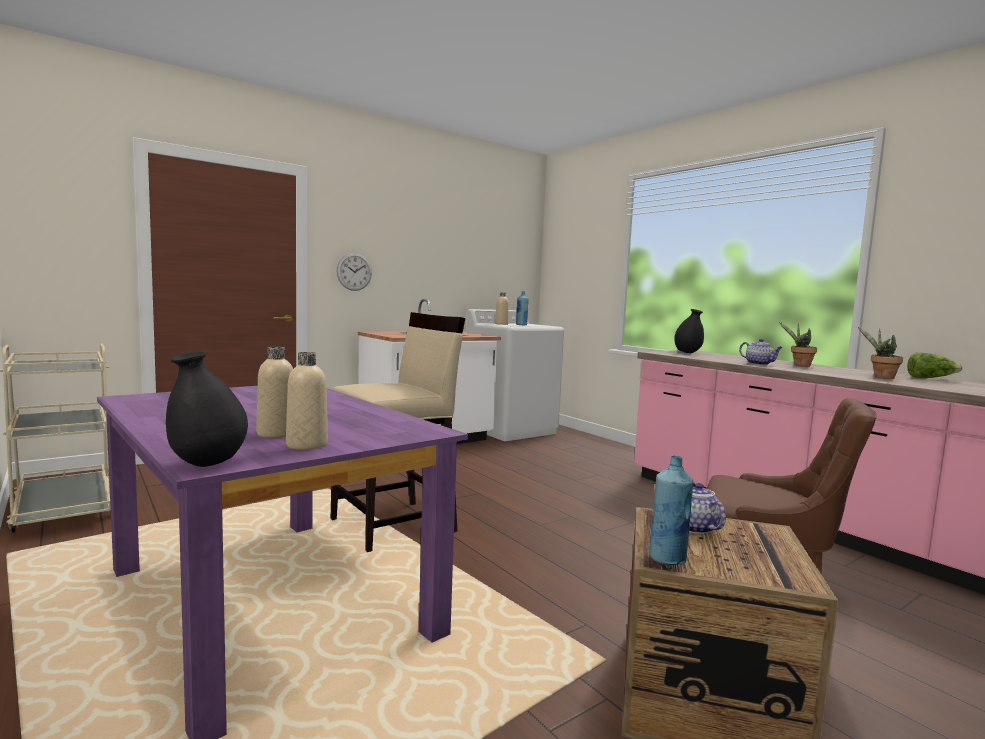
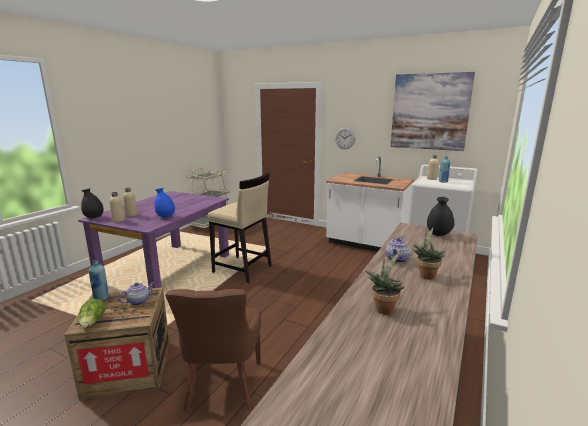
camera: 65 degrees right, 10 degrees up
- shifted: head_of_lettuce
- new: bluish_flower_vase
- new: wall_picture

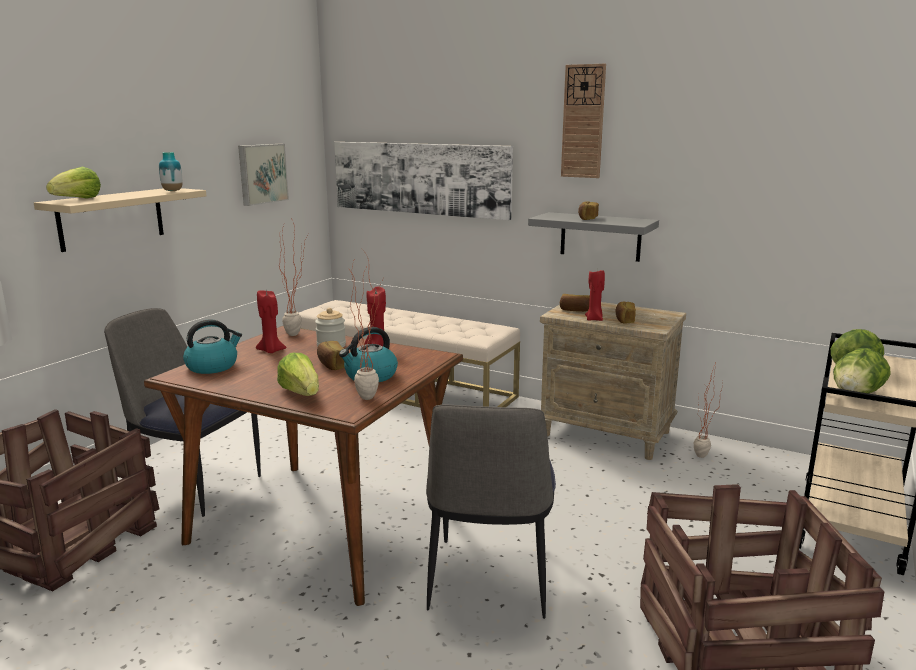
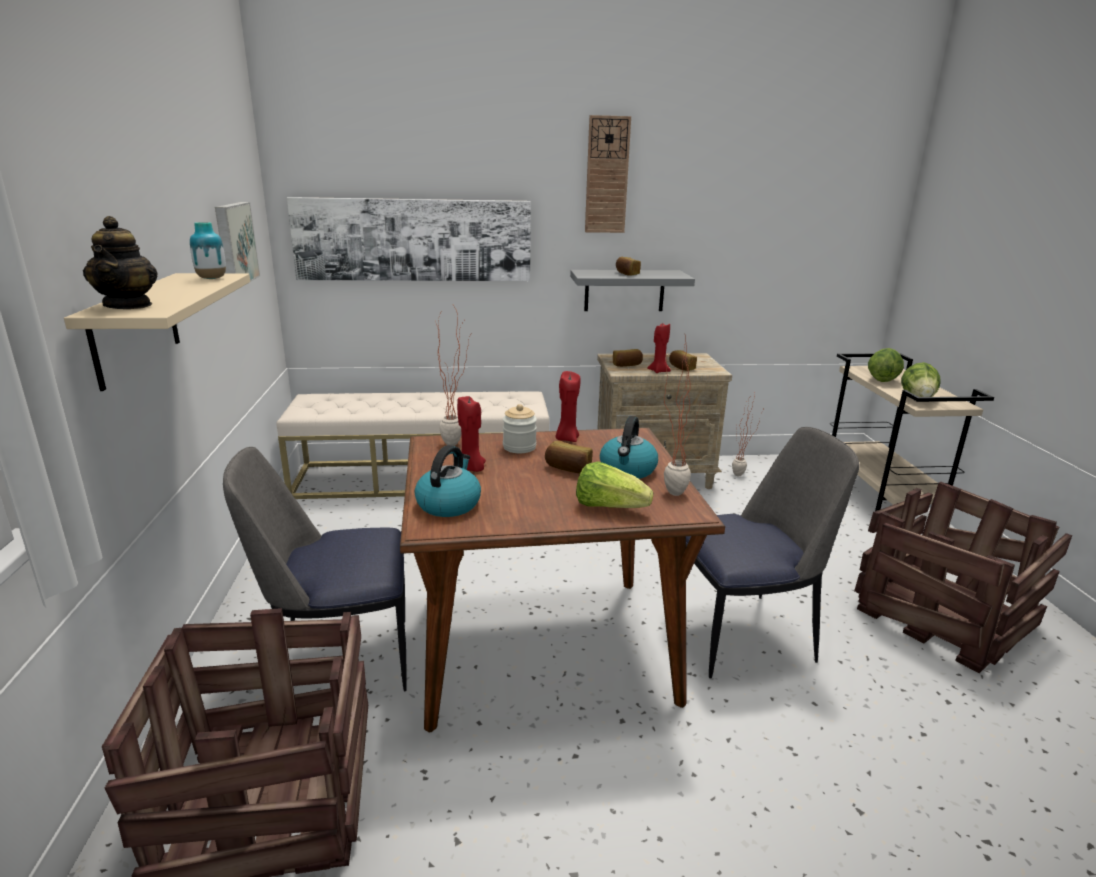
camera: 35 degrees left, 5 degrees up
- swapped: head_of_lettuce (no. 1 from left) to pot_for_tea
- rotated: upright_chair (no. 2 from left) 75 degrees counterclockwise

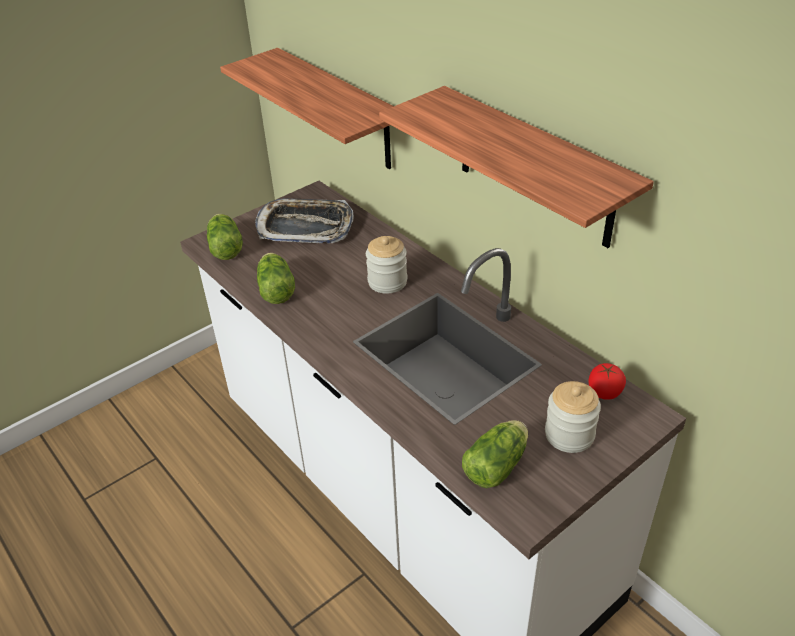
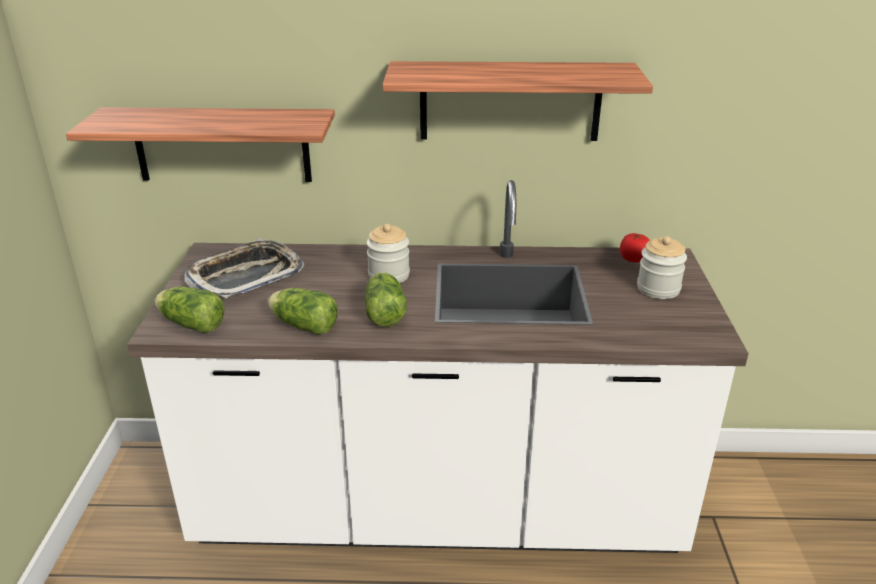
camera: 50 degrees left, 10 degrees down
- shifted: head_of_lettuce (no. 3 from left)

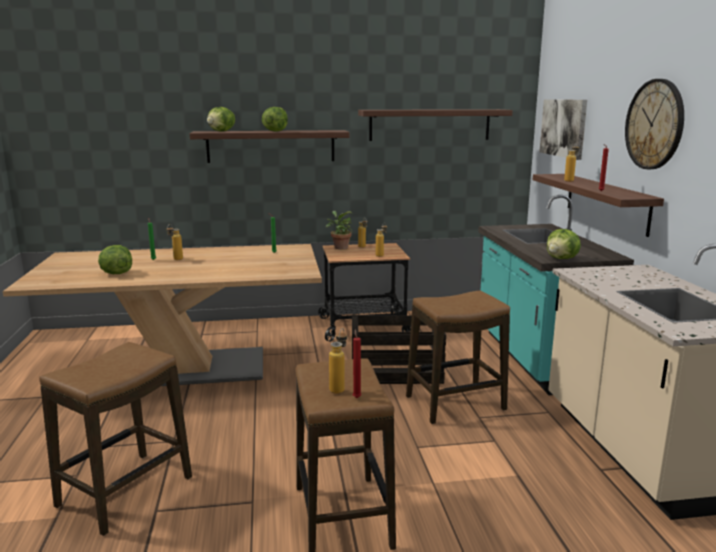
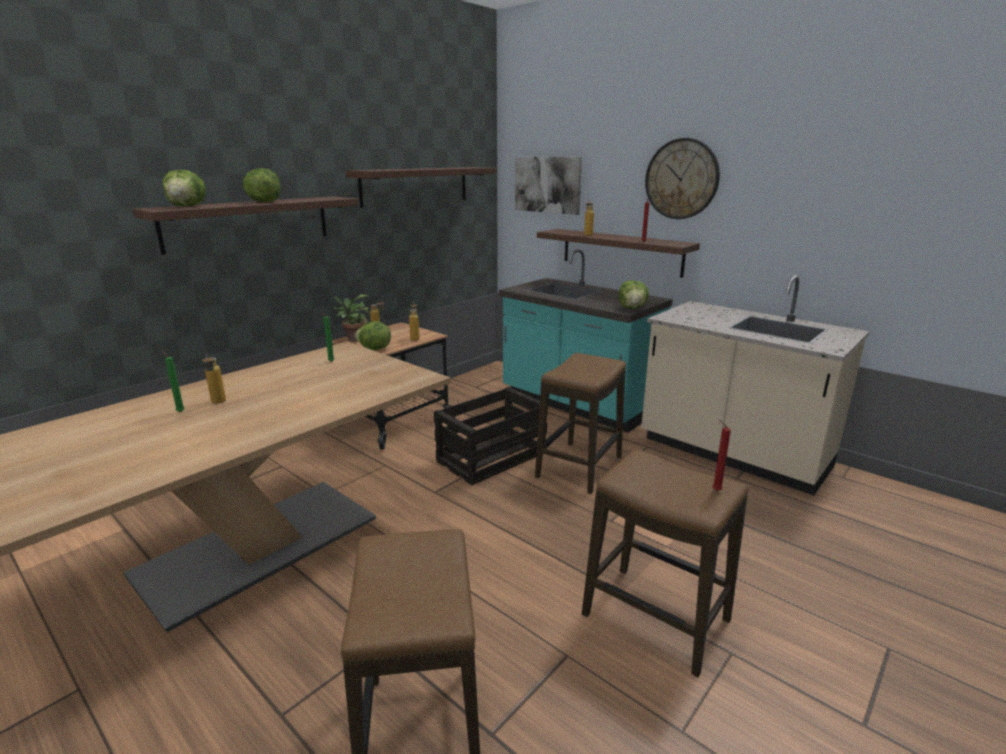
camera: 40 degrees left, 5 degrees up
- shifted: head_of_lettuce (no. 1 from left in the first image) to head_of_lettuce (no. 3 from left)
- gone: beverage_bottle (no. 2 from left)

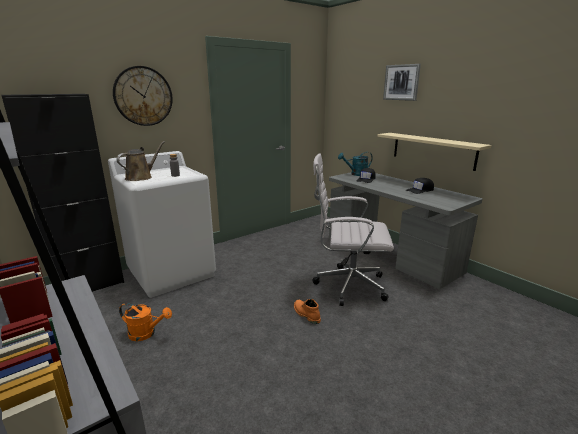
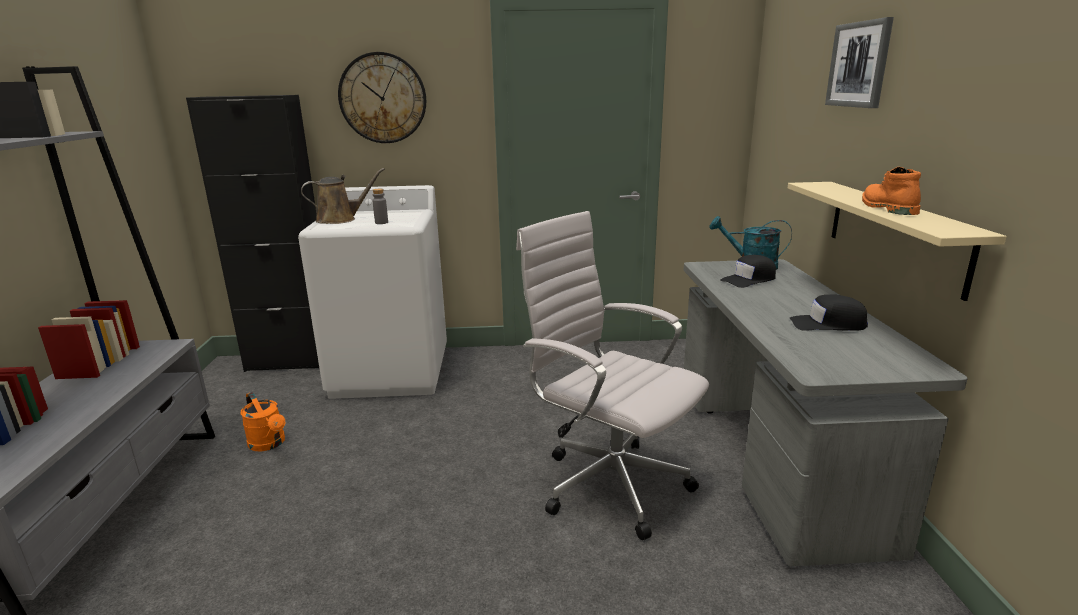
camera: 35 degrees right, 0 degrees up
- shifted: orangey_high-top_boot

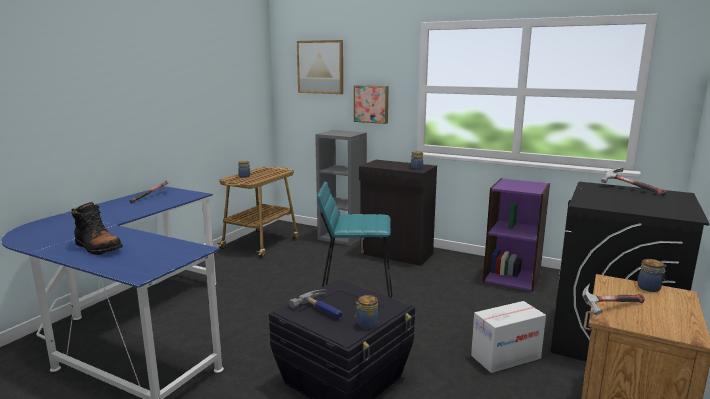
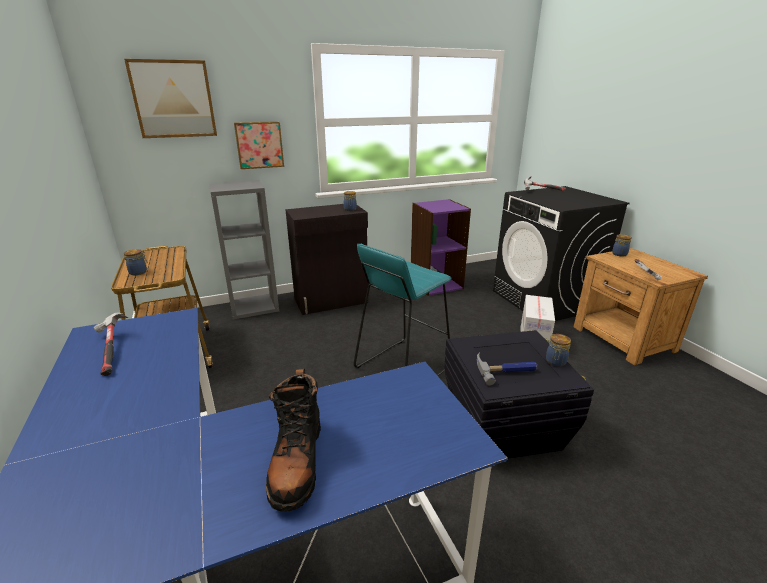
camera: 50 degrees left, 10 degrees up
- rotated: blackish_high-top_boot 105 degrees clockwise

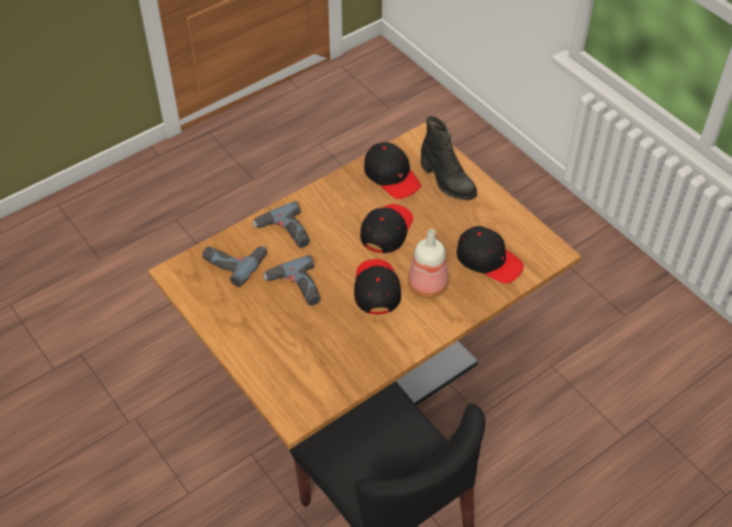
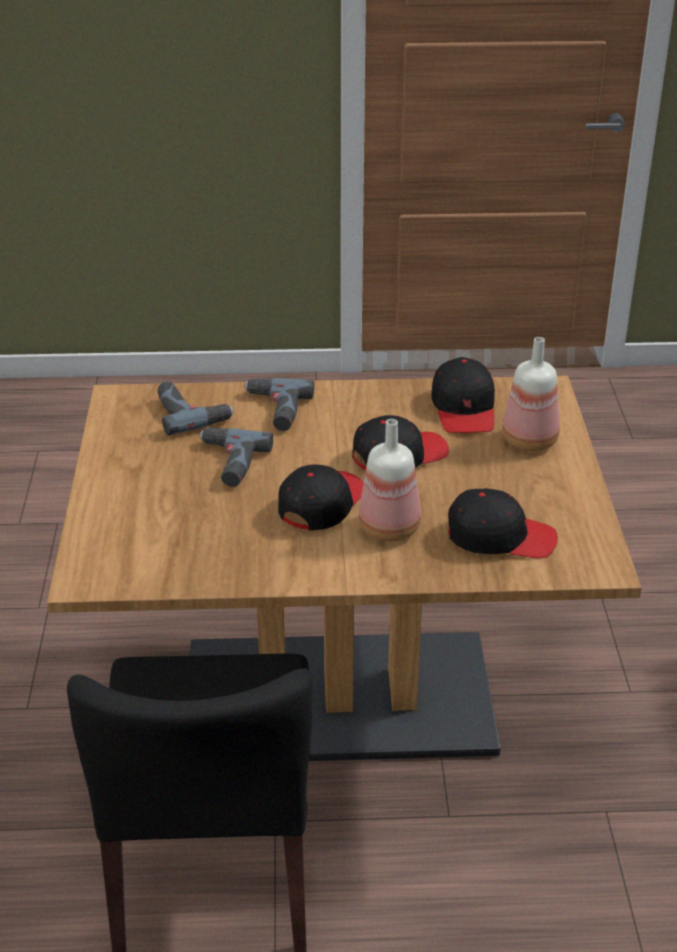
camera: 35 degrees right, 15 degrees down
- rotated: blackish_peaked_cap (no. 4 from left) 60 degrees counterclockwise
- swapped: blackish_high-top_boot to beverage_bottle (no. 2 from left)

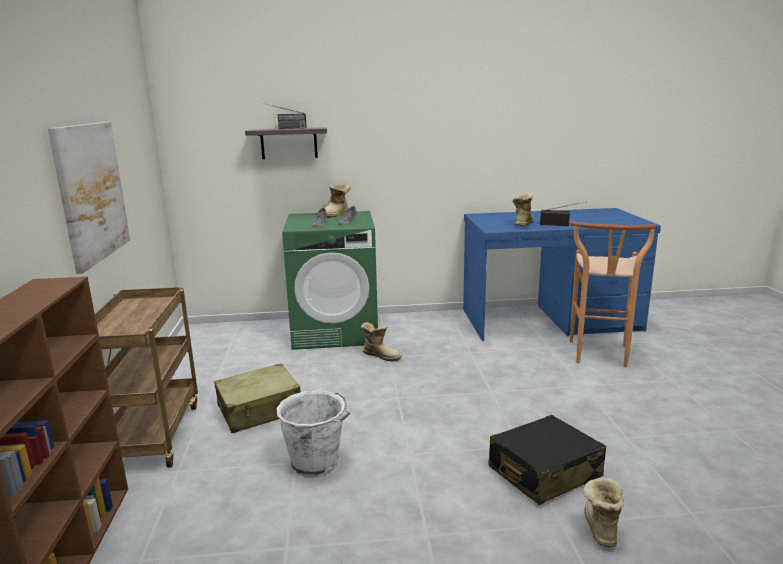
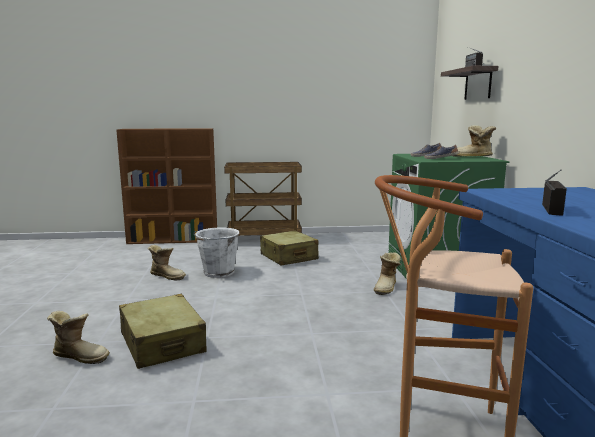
camera: 90 degrees right, 5 degrees down
- repainted: blackish_piece_of_luggage to beige-coloured_piece_of_luggage (no. 1 from left)
- shifted: high-top_boot (no. 3 from left in the first image) to high-top_boot (no. 2 from left)
- gone: wall_picture

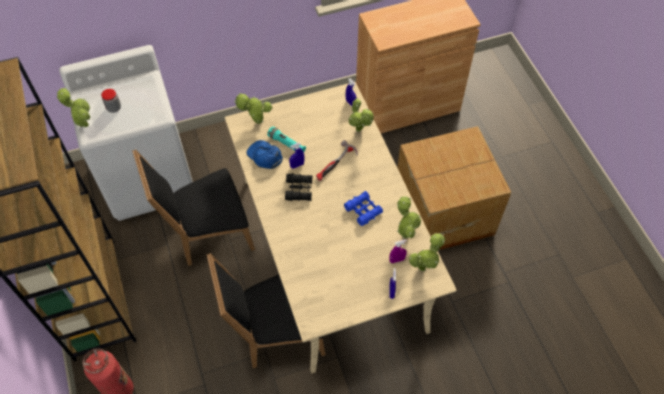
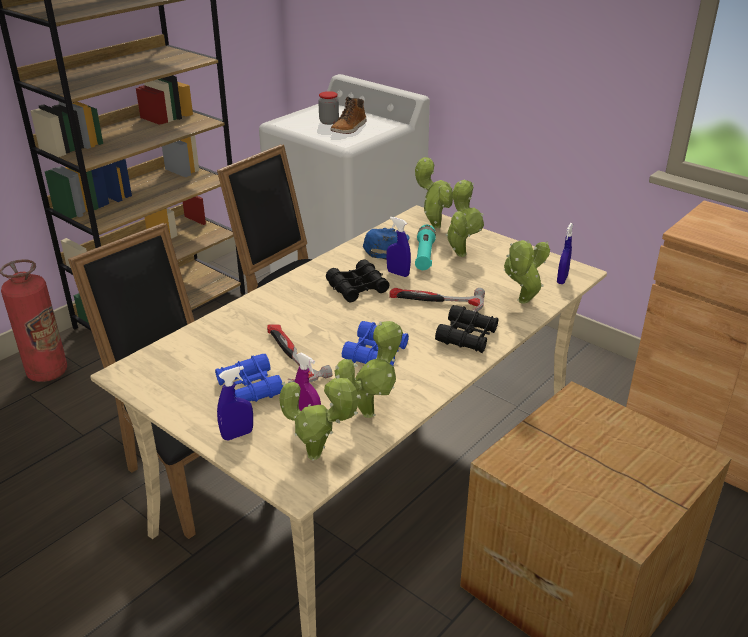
camera: 60 degrees right, 25 degrees down
- new: bluish_field_glasses (no. 1 from left)
- new: tool_hammer (no. 1 from left)
- new: high-top_boot
- new: blackish_field_glasses (no. 2 from left)
- shifted: houseplant (no. 1 from left in the first image) to houseplant (no. 4 from left)

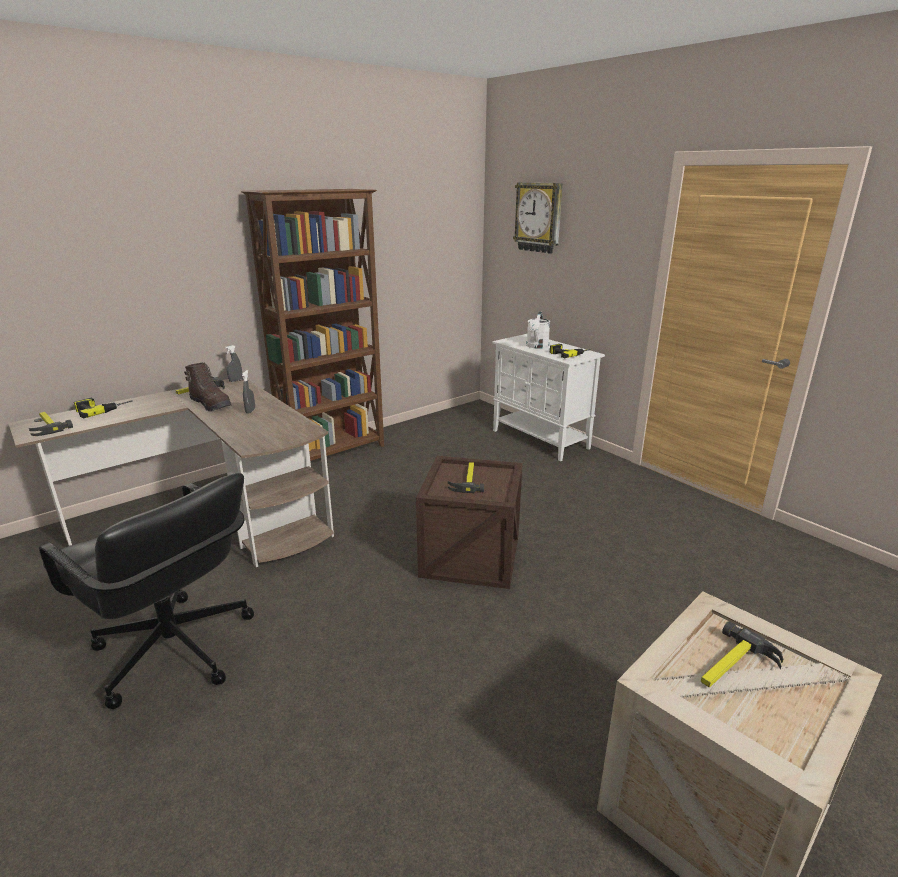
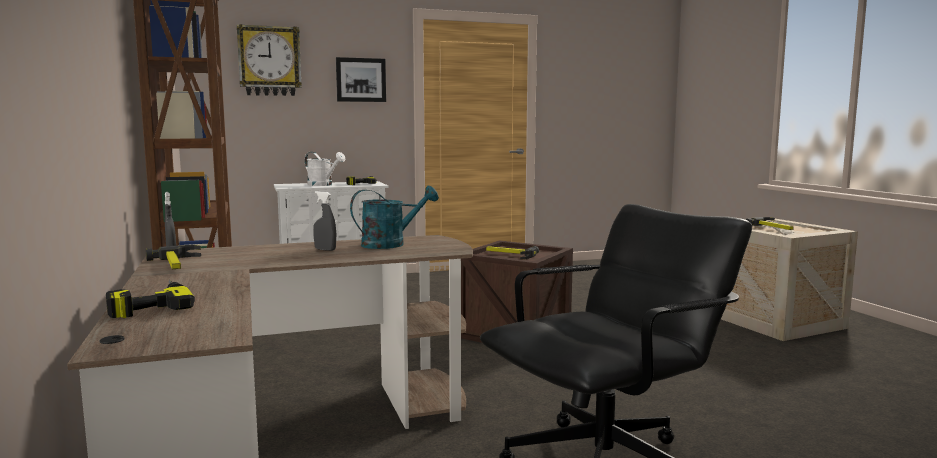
camera: 70 degrees left, 15 degrees down
- new: wall_picture
- new: blue-green_watering_pot
- gone: tool_hammer (no. 1 from left)
- gone: brown-coloured_high-top_boot

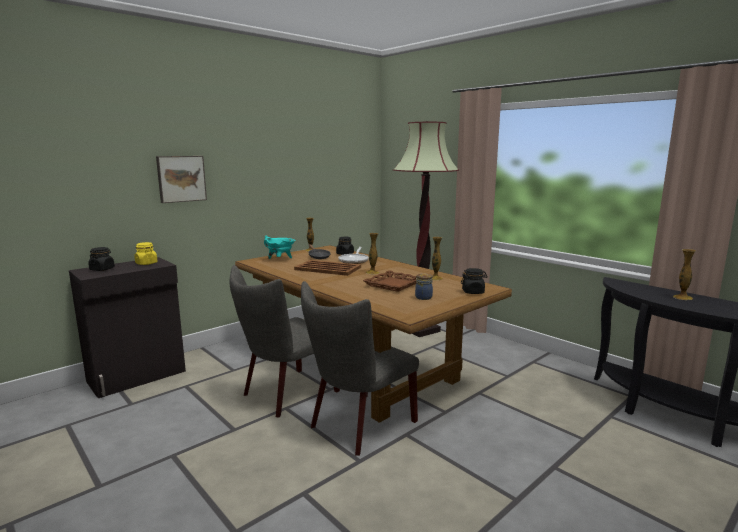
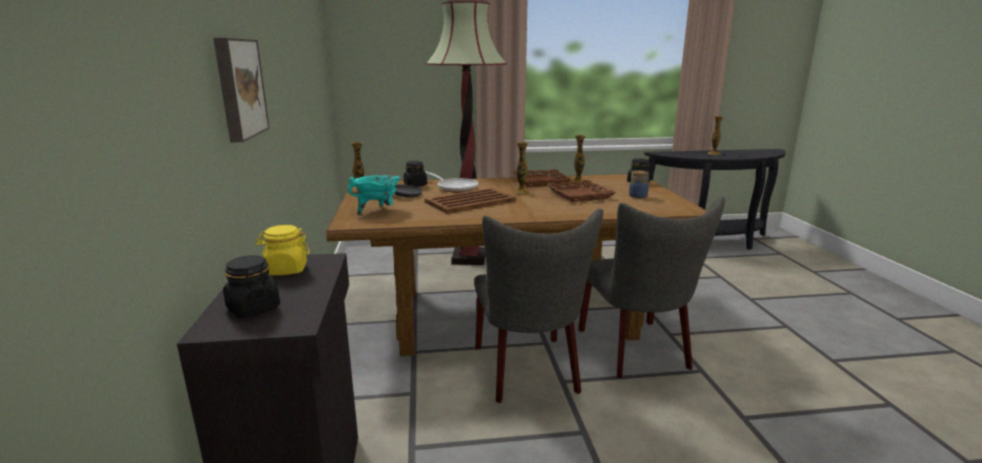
camera: 55 degrees left, 5 degrees up
- new: brown-coloured_carrying_tray (no. 2 from left)

